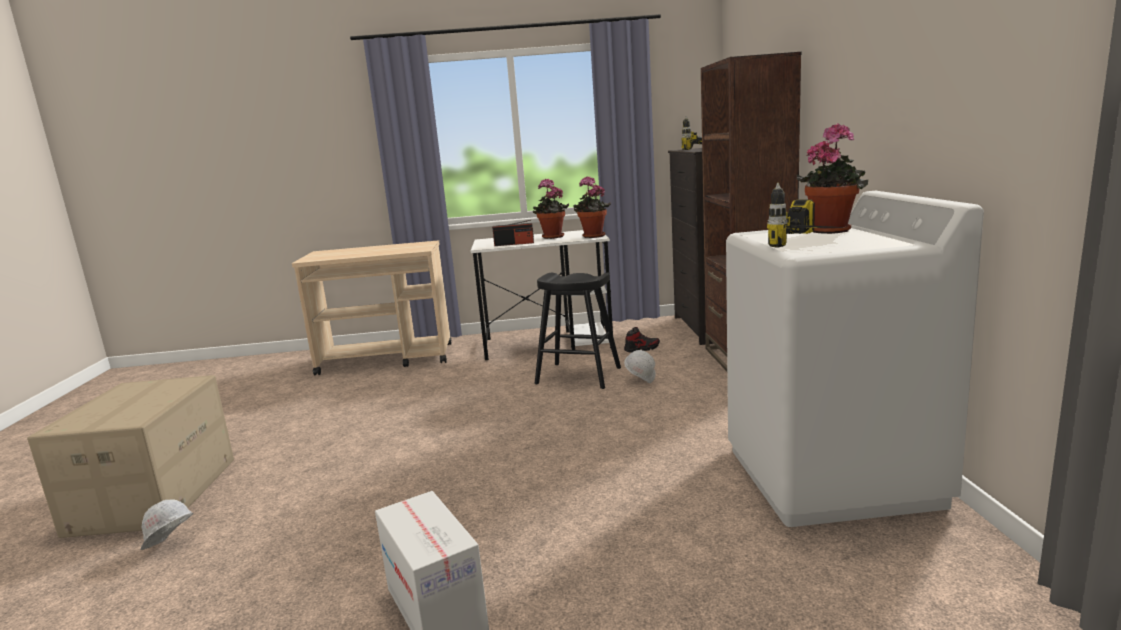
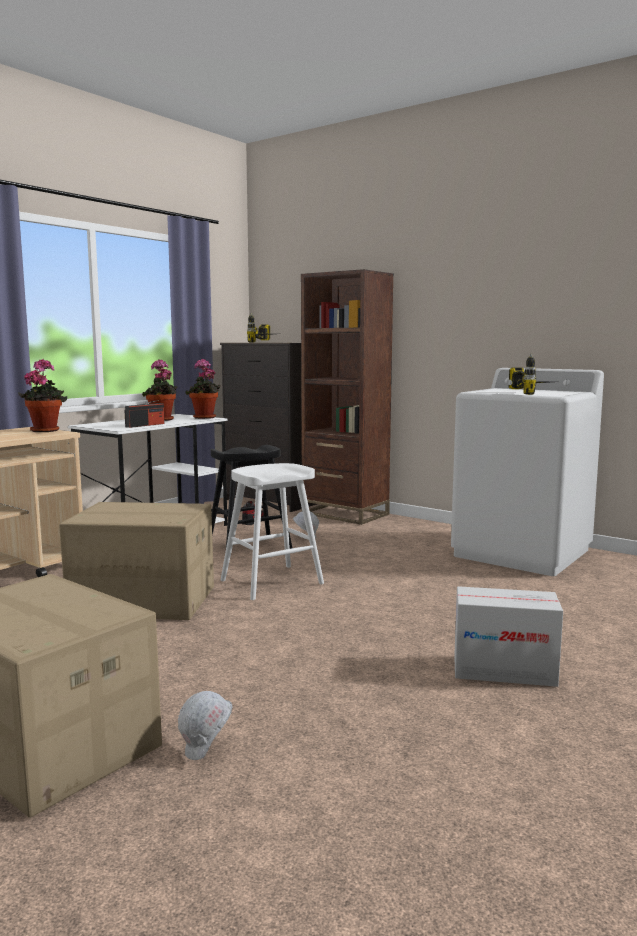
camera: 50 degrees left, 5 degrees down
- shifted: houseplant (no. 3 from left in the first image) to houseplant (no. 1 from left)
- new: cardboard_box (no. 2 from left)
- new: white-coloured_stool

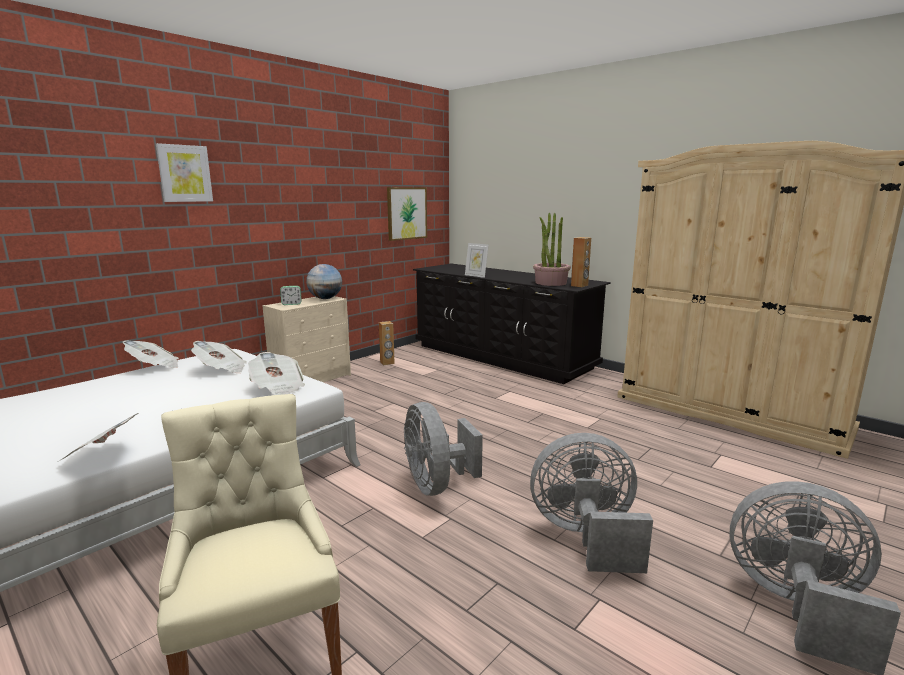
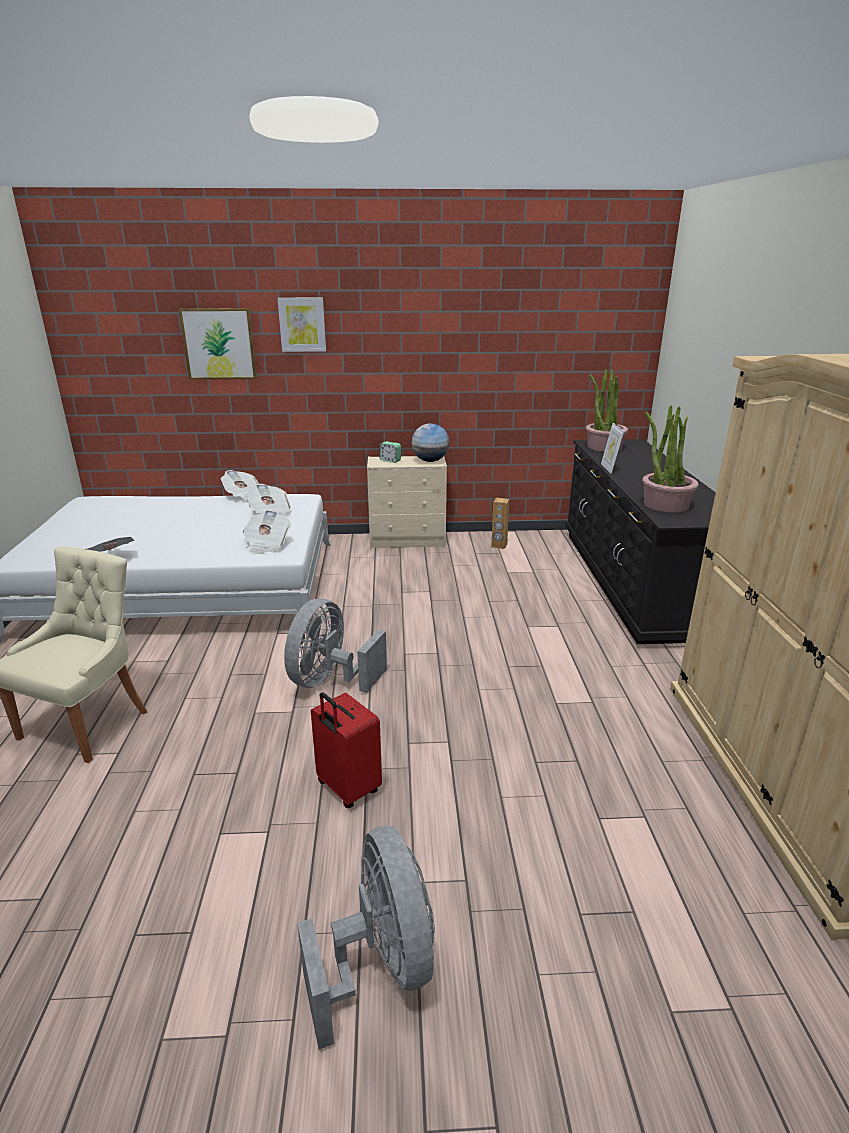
camera: 45 degrees right, 10 degrees up
- shifted: wall_picture (no. 2 from left in the first image) to wall_picture (no. 1 from left)
- swapped: gray_fan (no. 2 from left) to reddish_piece_of_luggage
- new: houseplant (no. 1 from left)
- gone: brown-coloured_audio_speaker (no. 2 from left)

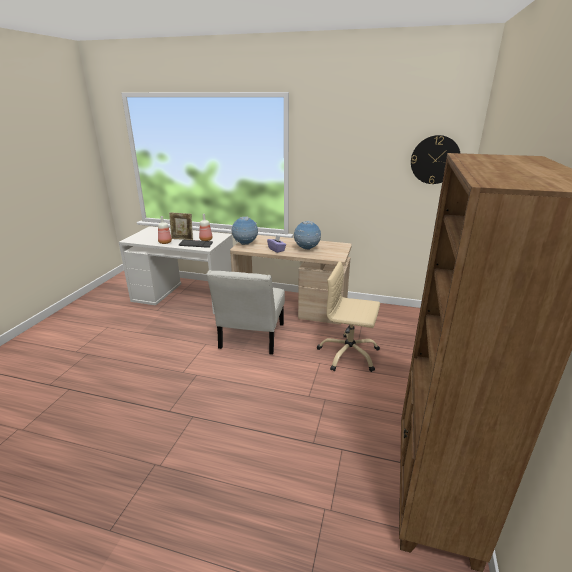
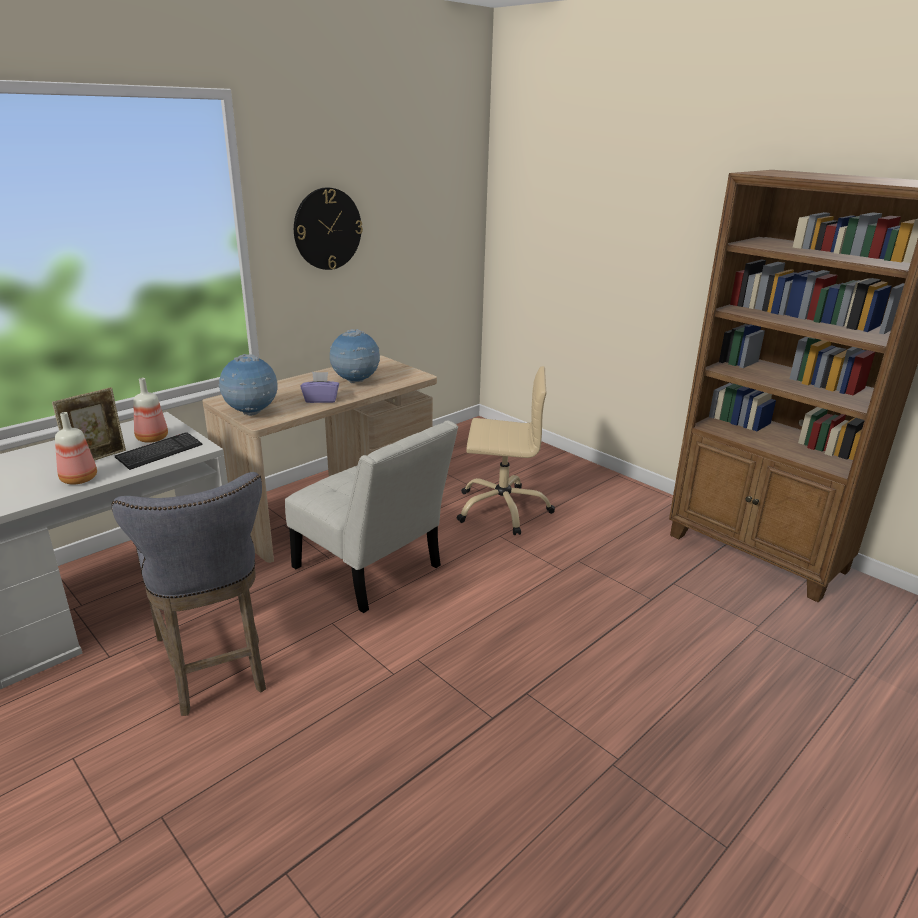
camera: 60 degrees left, 0 degrees up
- new: gray_stool
- shifted: wall_clock
- rotated: beige-coloured_computer_chair 135 degrees counterclockwise

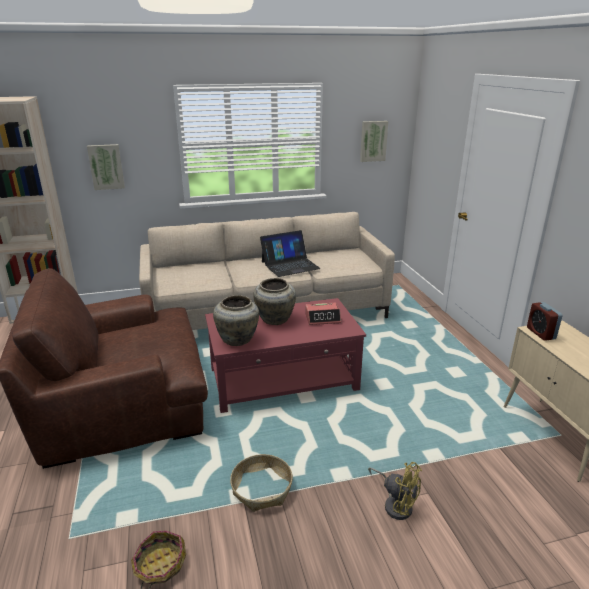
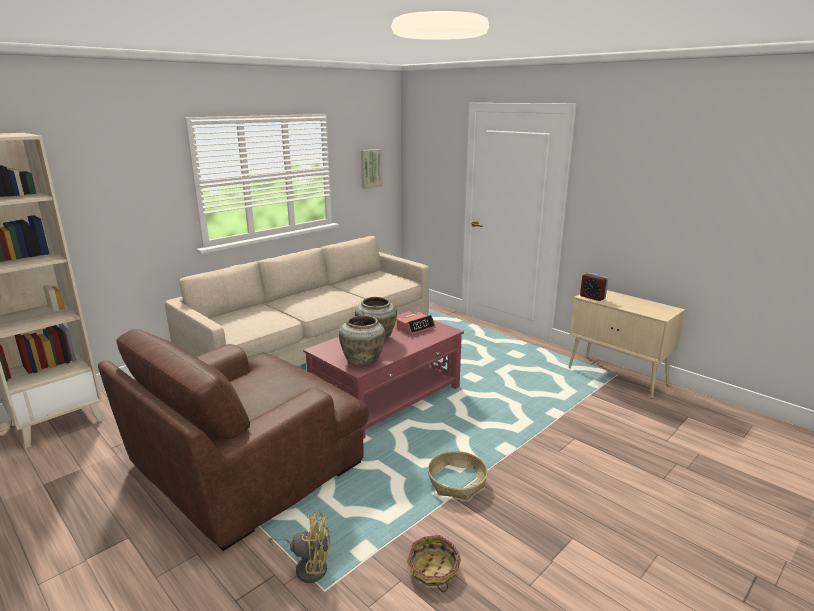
camera: 30 degrees left, 5 degrees down
- shifted: yellow-coloured_fan
- gone: wall_picture (no. 1 from left)
- gone: notebook_computer

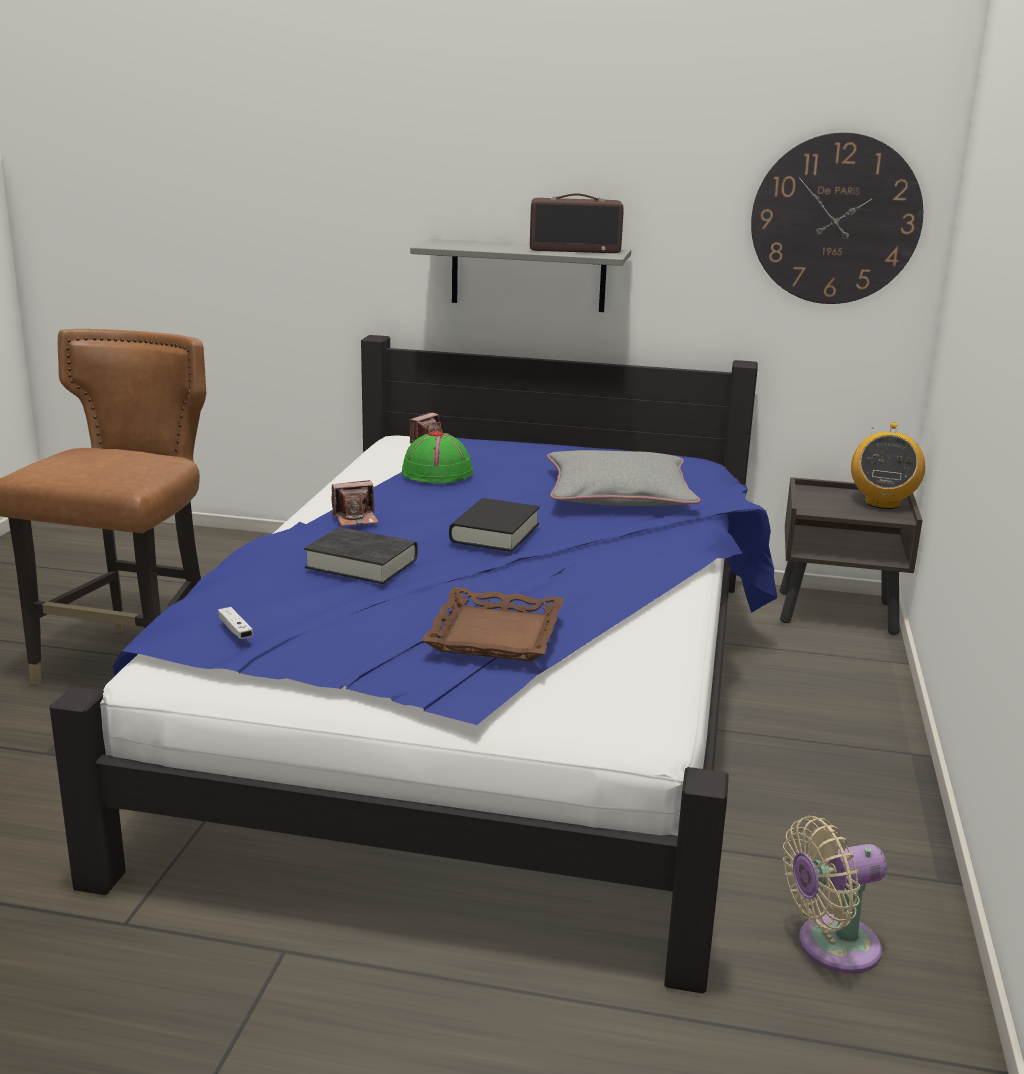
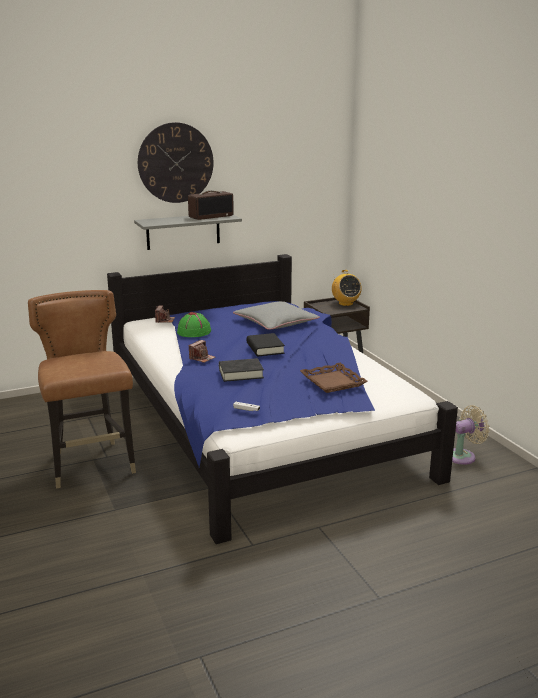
camera: 35 degrees left, 0 degrees up
- shifted: wall_clock
- rotated: beige-coloured_fan 150 degrees counterclockwise

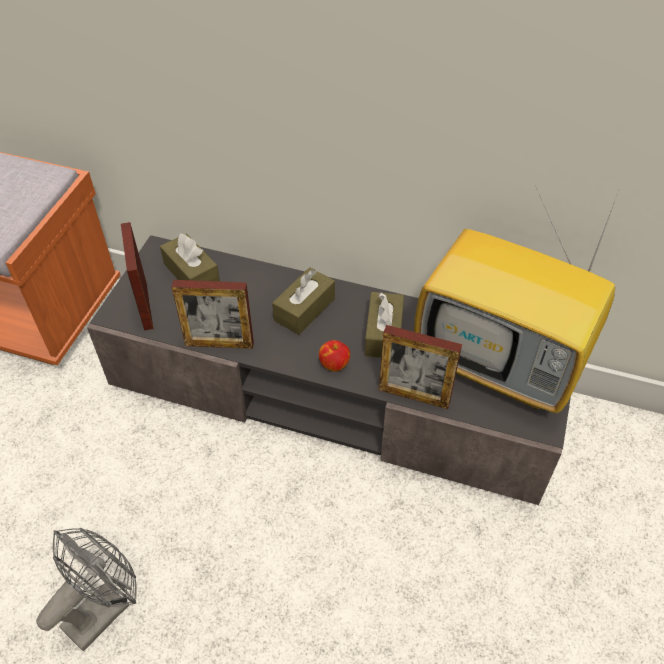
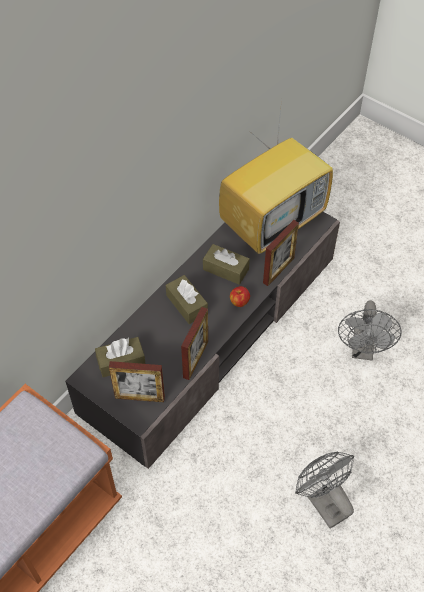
camera: 70 degrees left, 5 degrees up
- new: gray_fan (no. 2 from left)

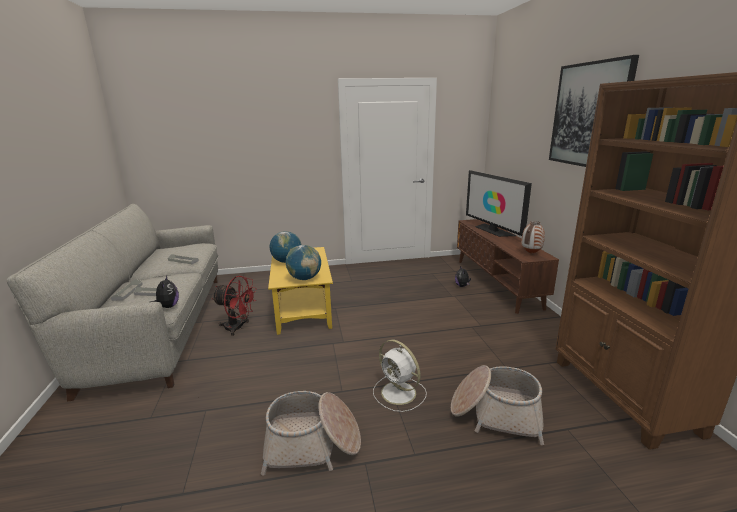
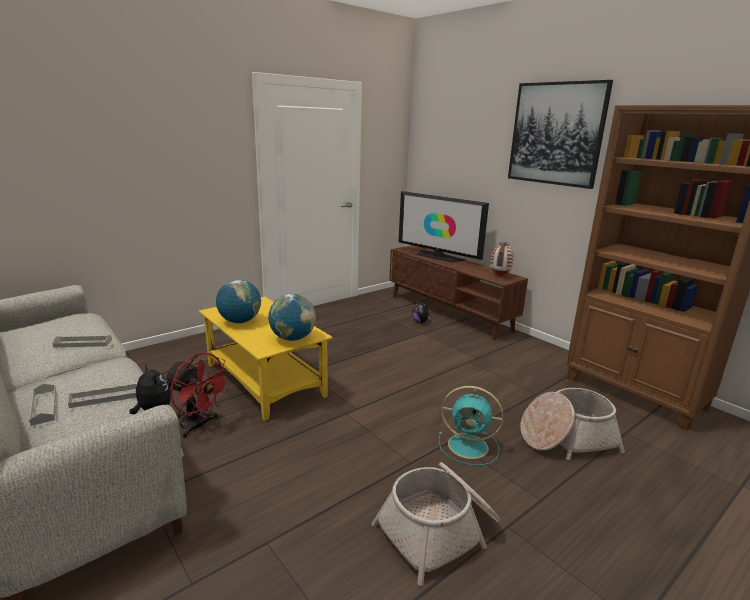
camera: 30 degrees left, 0 degrees up
- rotated: reddish_fan 45 degrees clockwise
- repainted: white-coloured_fan to blue-green_fan

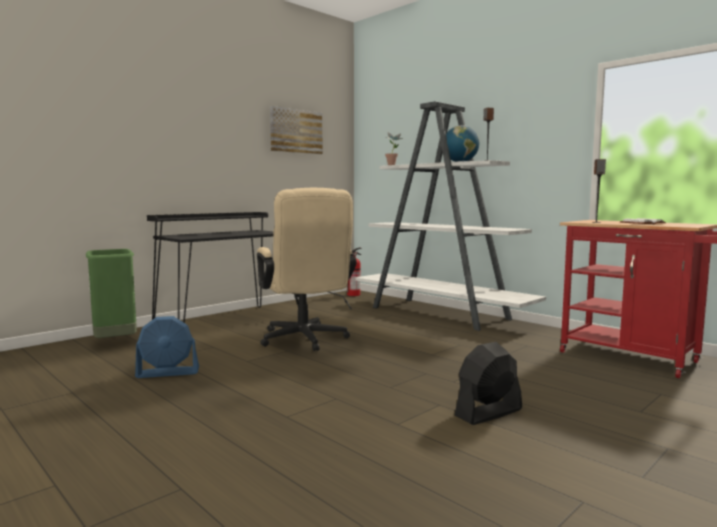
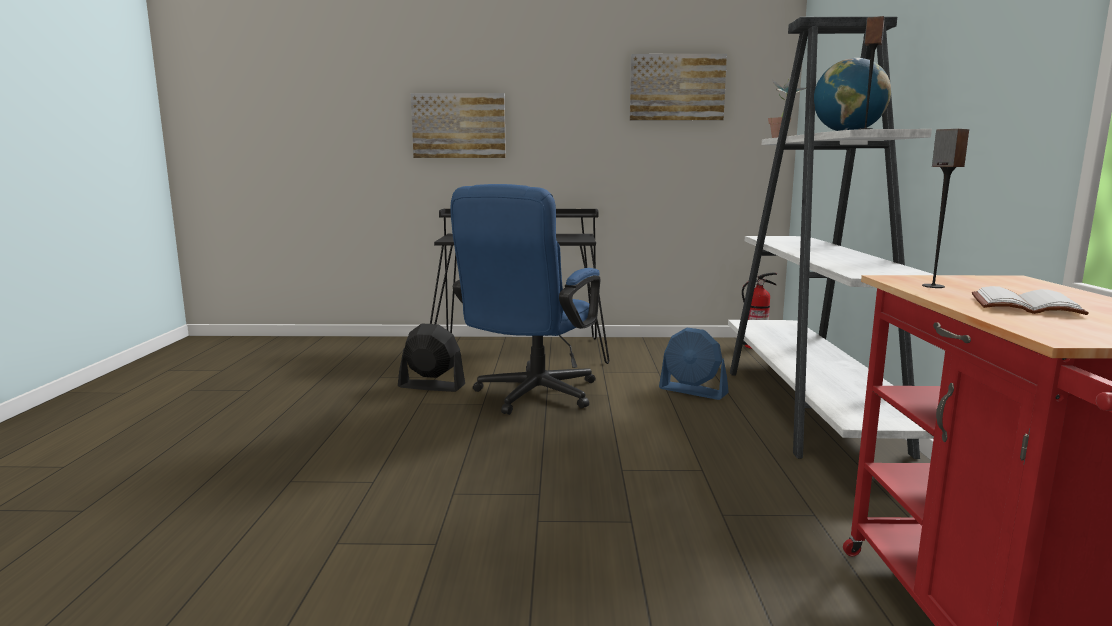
camera: 45 degrees right, 5 degrees up
- shifted: blackish_fan
- new: wall_picture (no. 1 from left)
- repainted: beige-coloured_computer_chair to bluish_computer_chair
- shifted: bluish_fan
- gone: green_trash_can

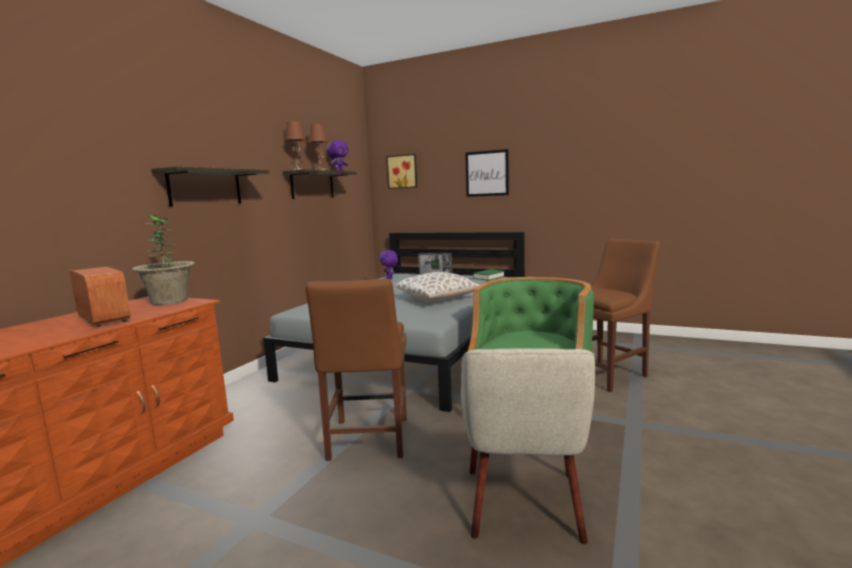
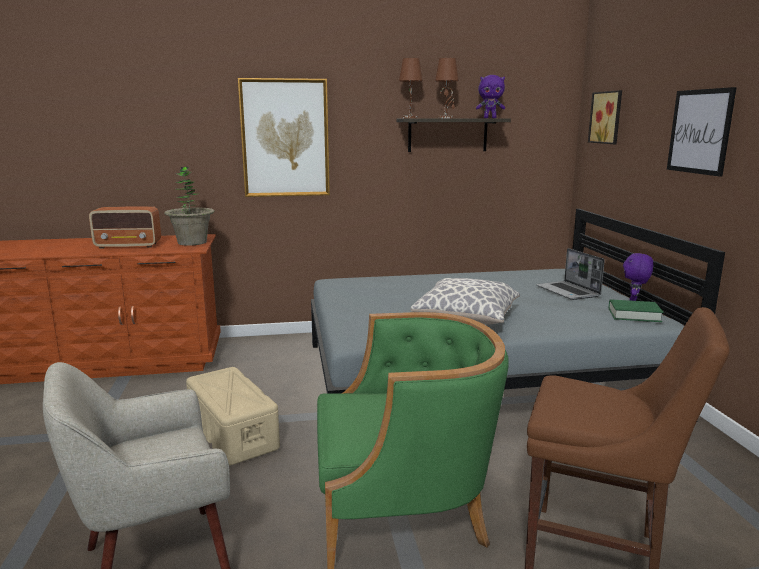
camera: 55 degrees right, 5 degrees up
- rotated: radio_set 75 degrees clockwise
- swapped: brown-coloured_upright_chair (no. 1 from left) to beige-coloured_storage_bin
- swapped: shelf (no. 1 from left) to wall_picture (no. 1 from left)
- shifted: purple_plush_toy (no. 2 from left)

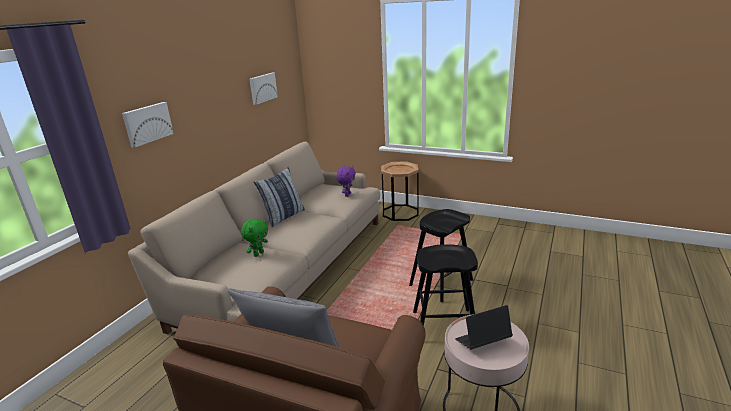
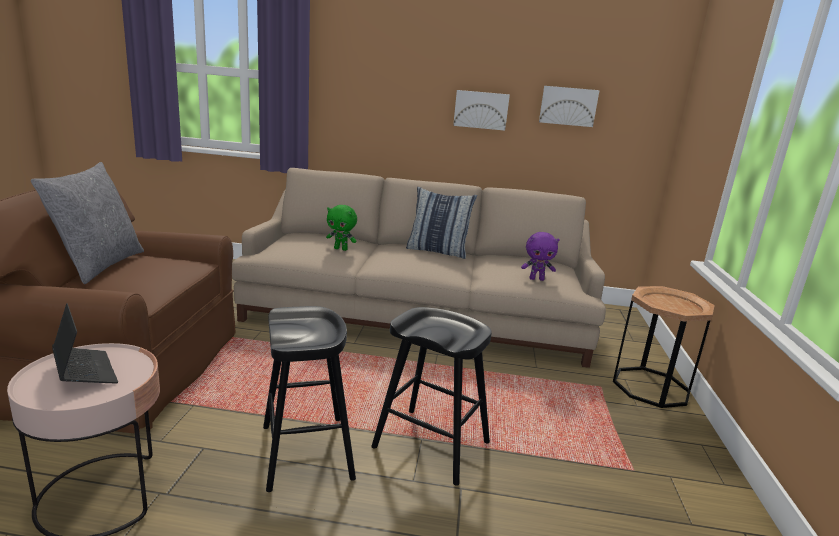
camera: 70 degrees right, 5 degrees down
- shifted: wall_picture (no. 1 from left)

